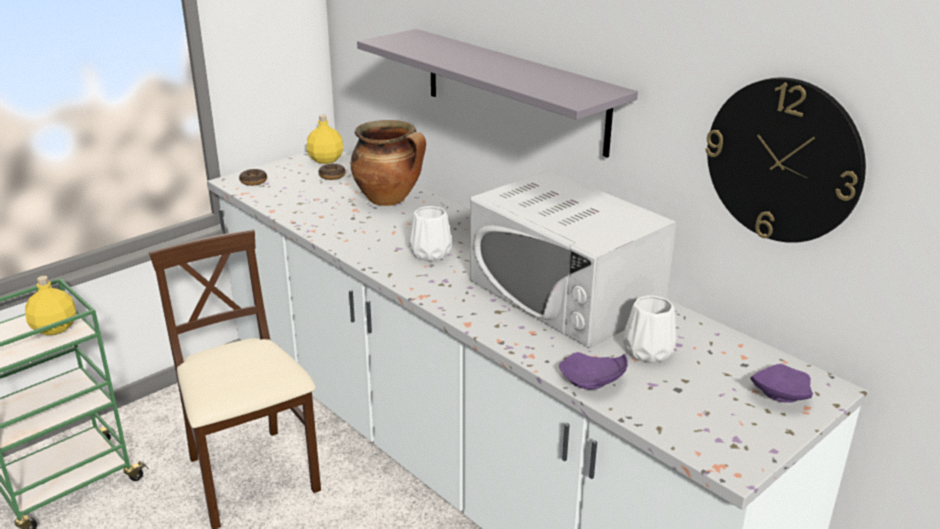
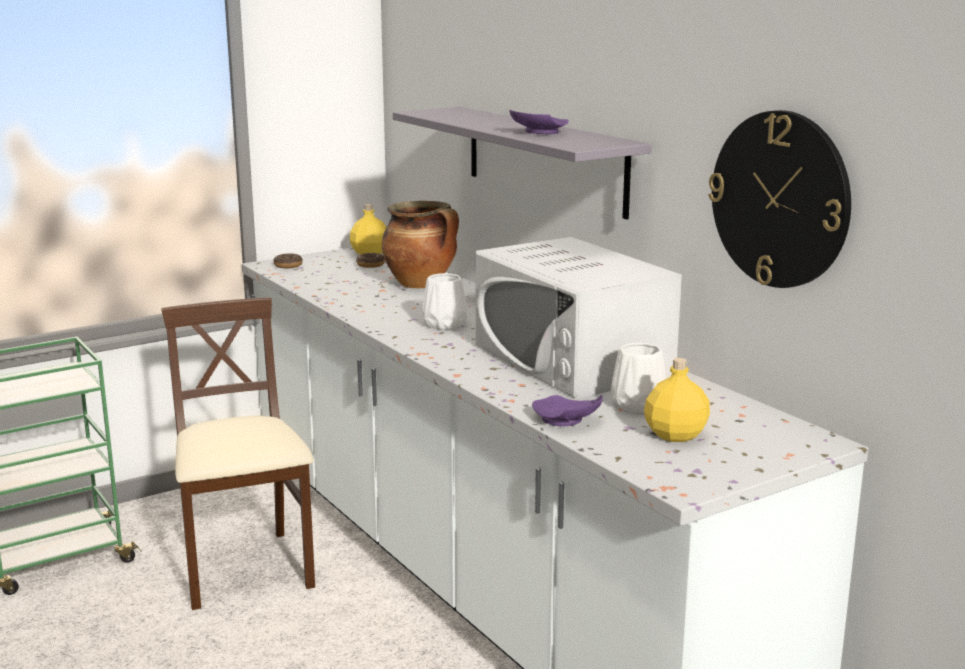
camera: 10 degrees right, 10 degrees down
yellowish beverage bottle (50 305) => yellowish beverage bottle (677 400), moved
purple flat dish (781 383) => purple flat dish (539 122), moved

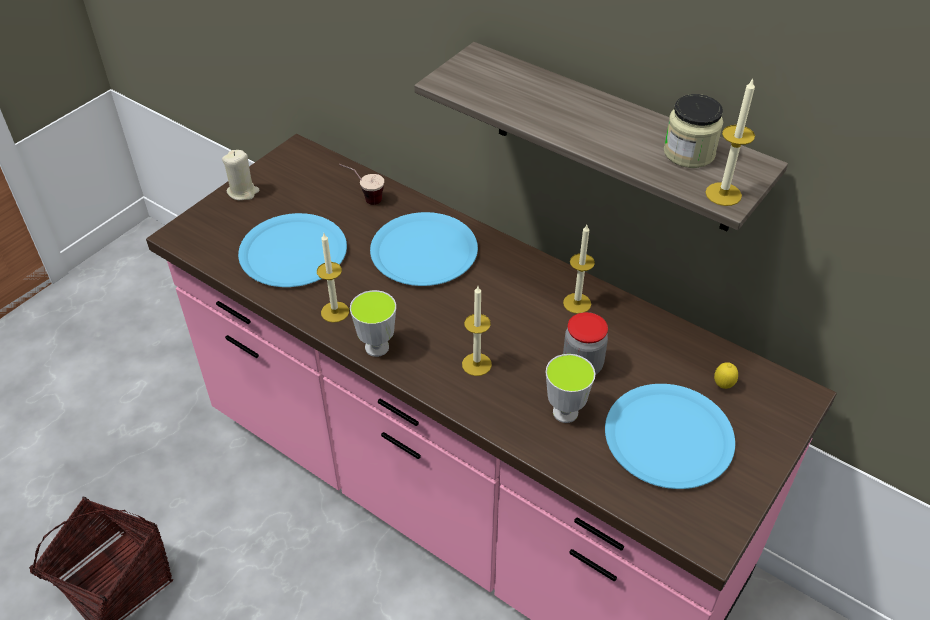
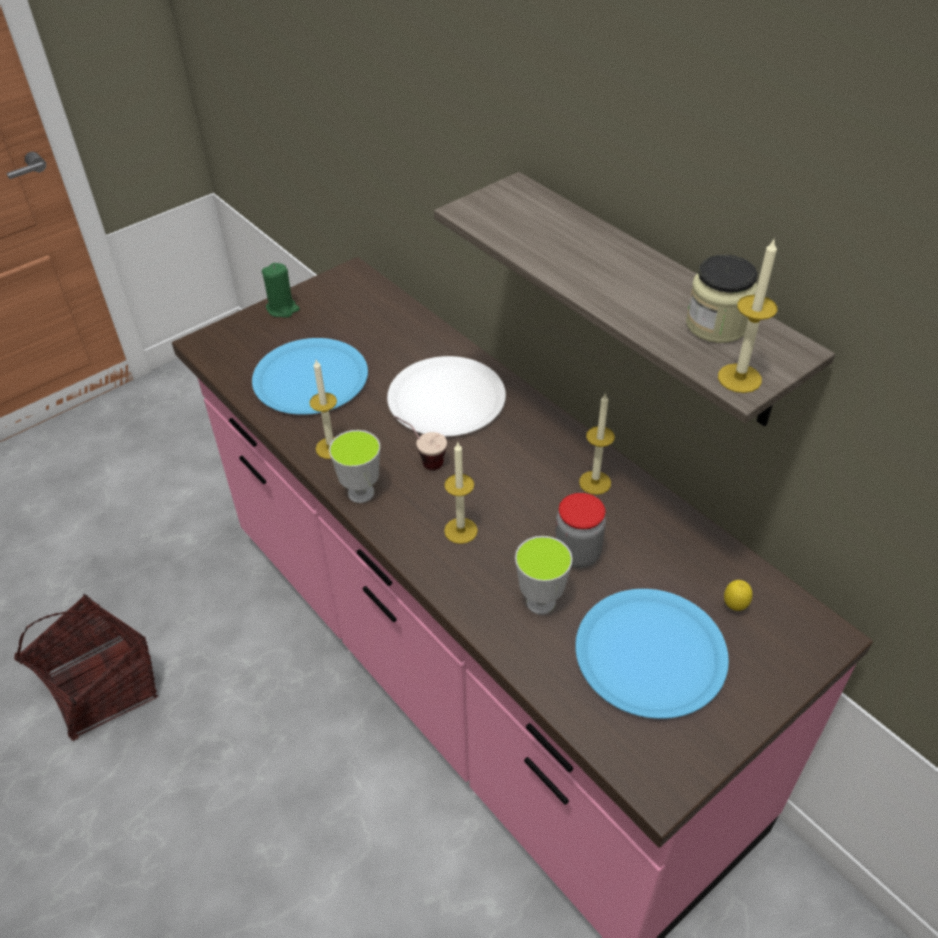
camera: 15 degrees right, 0 degrees up
beige-coloured wax light (240 175) => greenish wax light (281 290)
small cup (361 184) => small cup (420 443), moved
blue flat dish (424 249) => white-coloured flat dish (446 396)

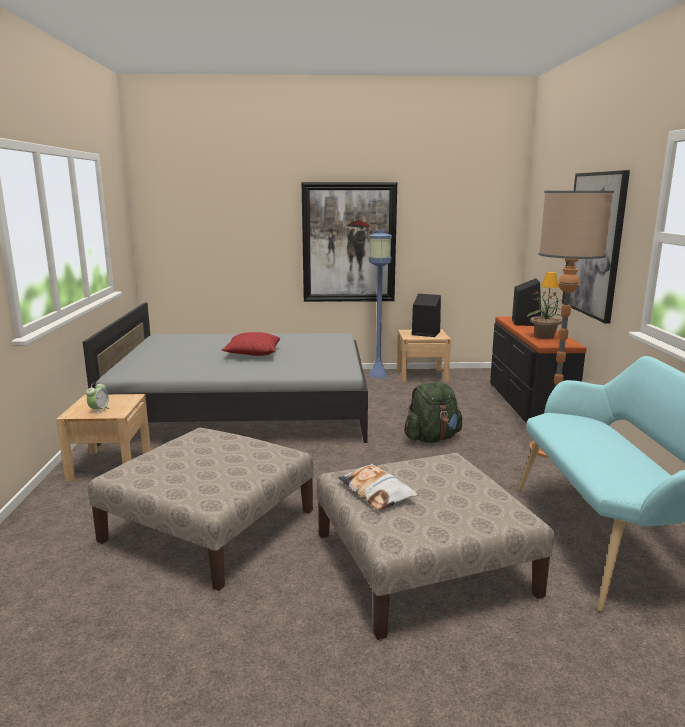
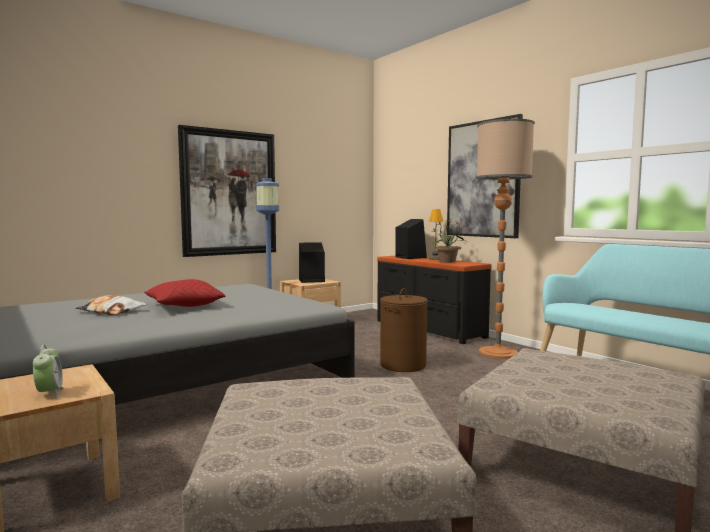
camera: 35 degrees left, 10 degrees down
throw pillow (378 486) => throw pillow (111 305), moved
greenish rucksack (433 412) => brown-coloured hamper (404 330)

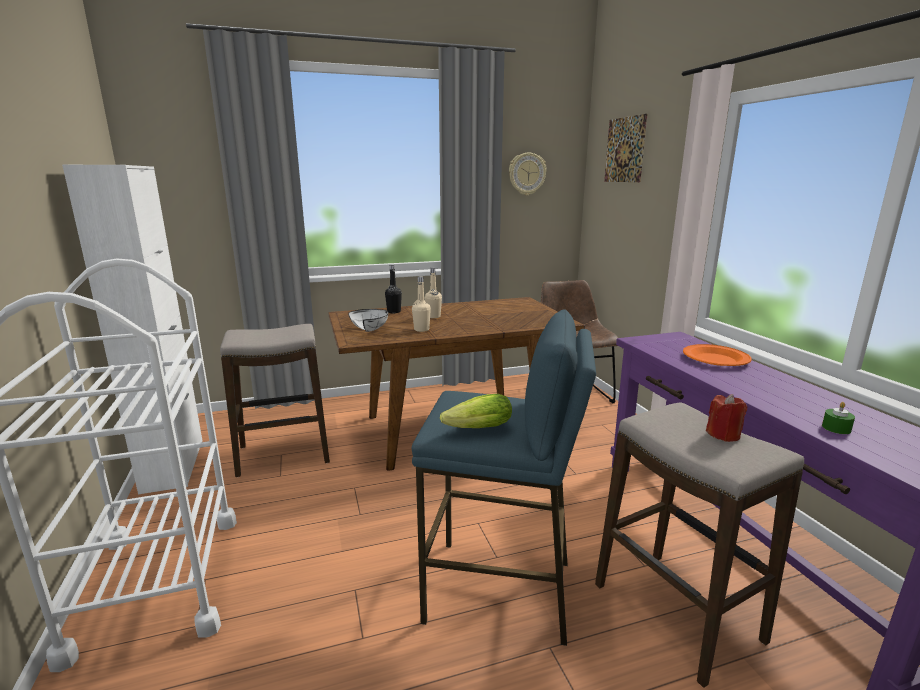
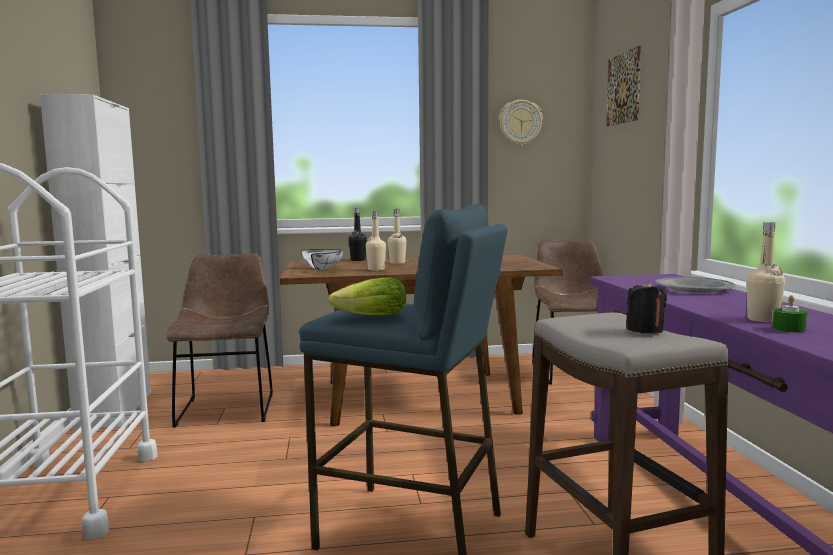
camera: 10 degrees right, 10 degrees down
sitting stool (275 400) => brown-coloured plain chair (219 340)
orangey flat dish (717 355) => gray flat dish (695 285)
red wax light (726 418) => blackish wax light (646 307)
nothing => beige-coloured beverage bottle (765 272)

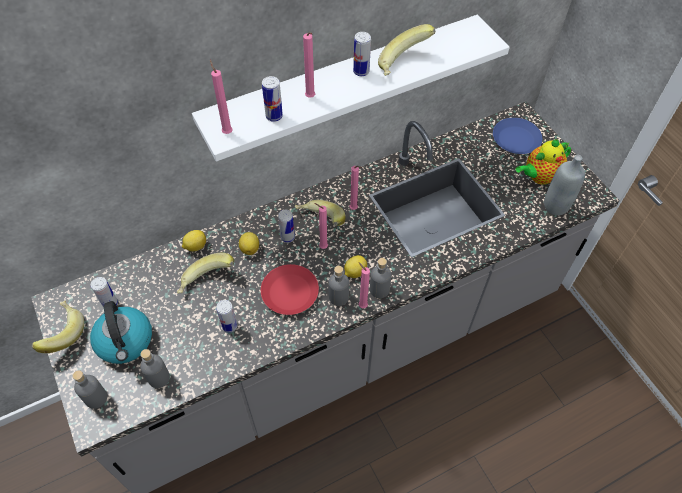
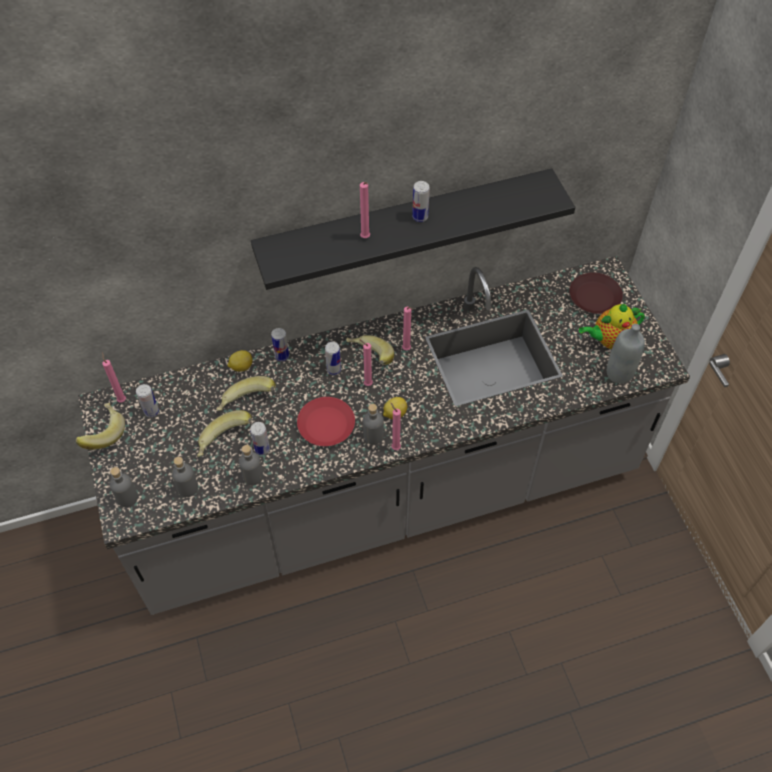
camera: 10 degrees right, 0 degrees up
kettle (121 332) => nothing
white-coloured bracket shelf (351 88) => blackish bracket shelf (413 229)
pink wax light (221 97) => pink wax light (114 377), moved
whole lemon (249 243) => nothing
can (272 99) => can (280 344), moved
gray beverage bottle (380 278) => gray beverage bottle (251 465), moved
banana (406 50) => banana (224 433), moved
blue flat dish (517 136) => brown-coloured flat dish (596 293)

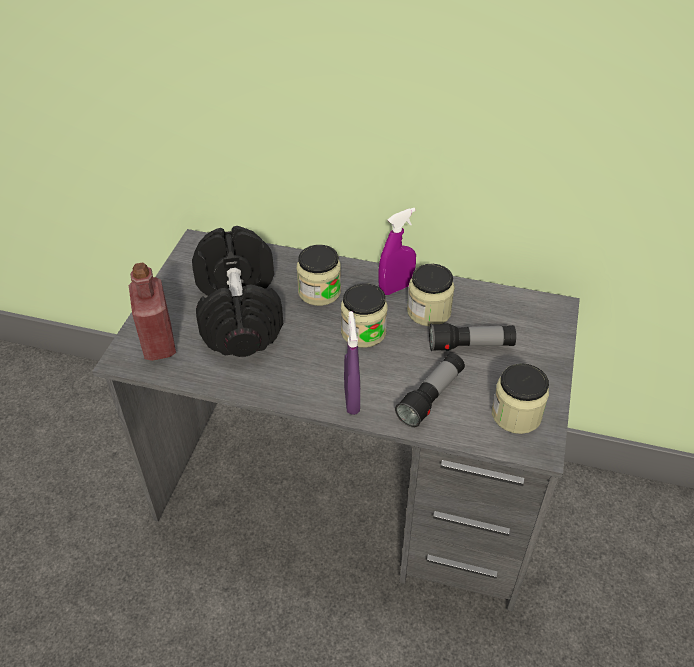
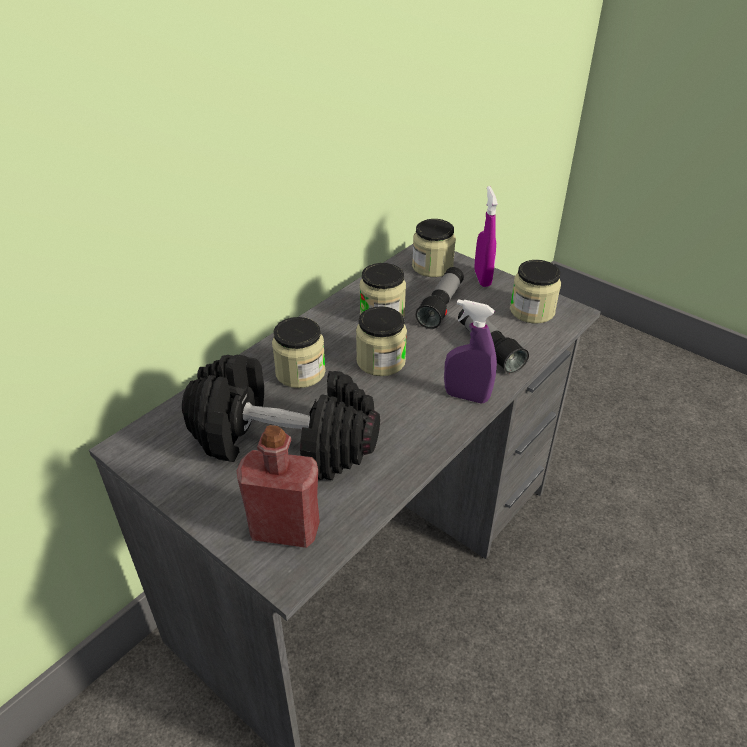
camera: 65 degrees left, 5 degrees down
purple spray bottle (397 251) => purple spray bottle (486 236), moved
nothing => preserve jar (434 248)

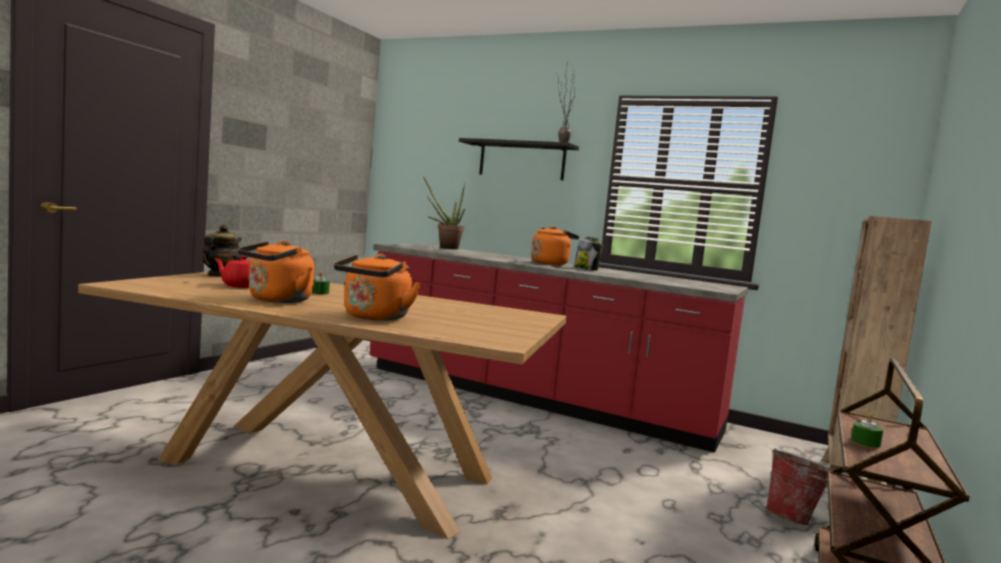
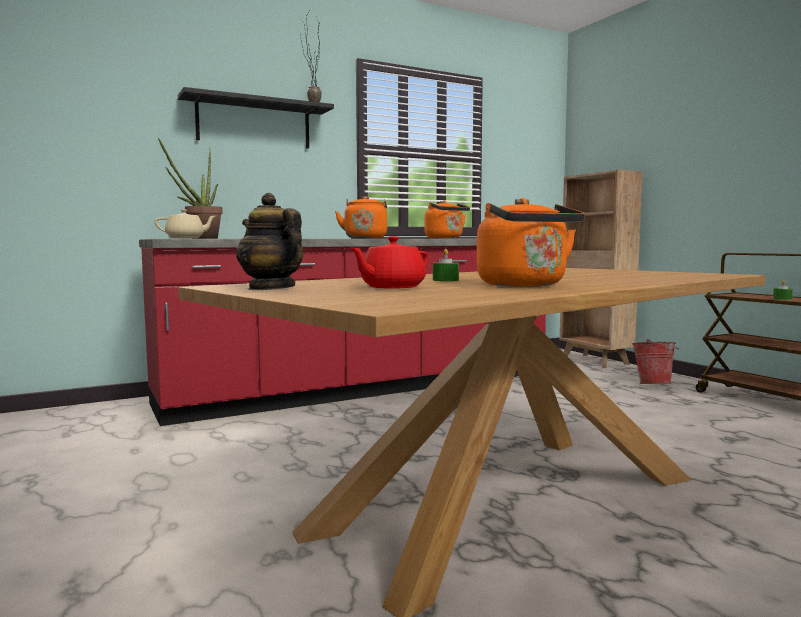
camera: 55 degrees left, 0 degrees up
orangey kettle (377 287) => orangey kettle (447 220), moved
preserve jar (588 253) => nothing
nothing => beige-coloured teapot (185 223)

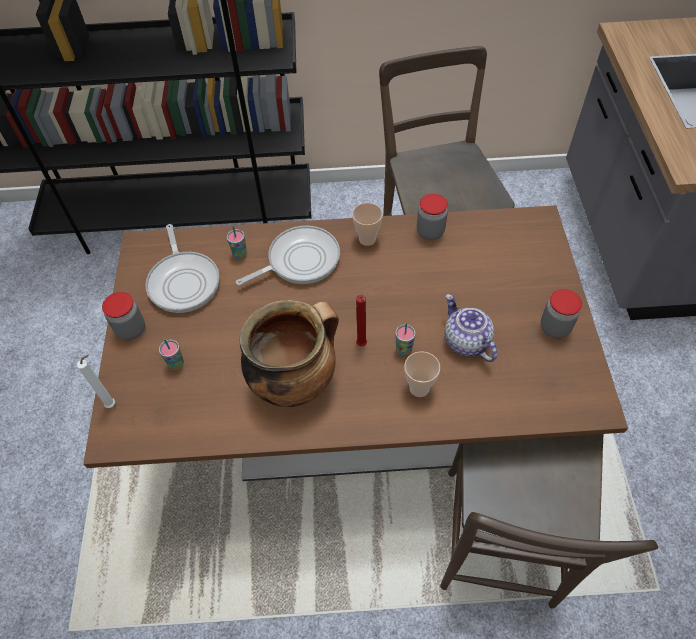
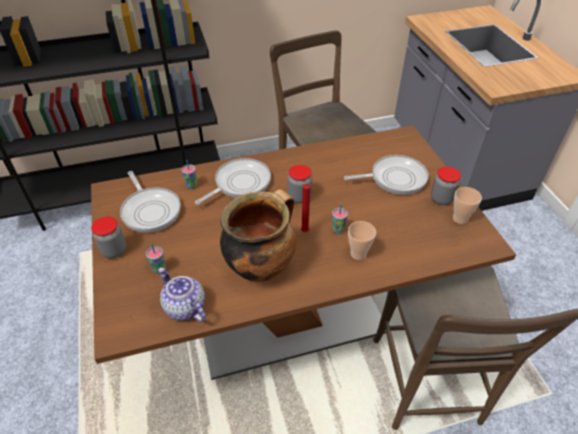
camera: 15 degrees left, 10 degrees down
white-coloured wax light (96 381) => nothing
small cup (367 224) => small cup (467 205), moved
preserve jar (432 217) => preserve jar (300 184), moved
teapot (471 328) => teapot (182 295), moved
nothing => skillet (386 175)

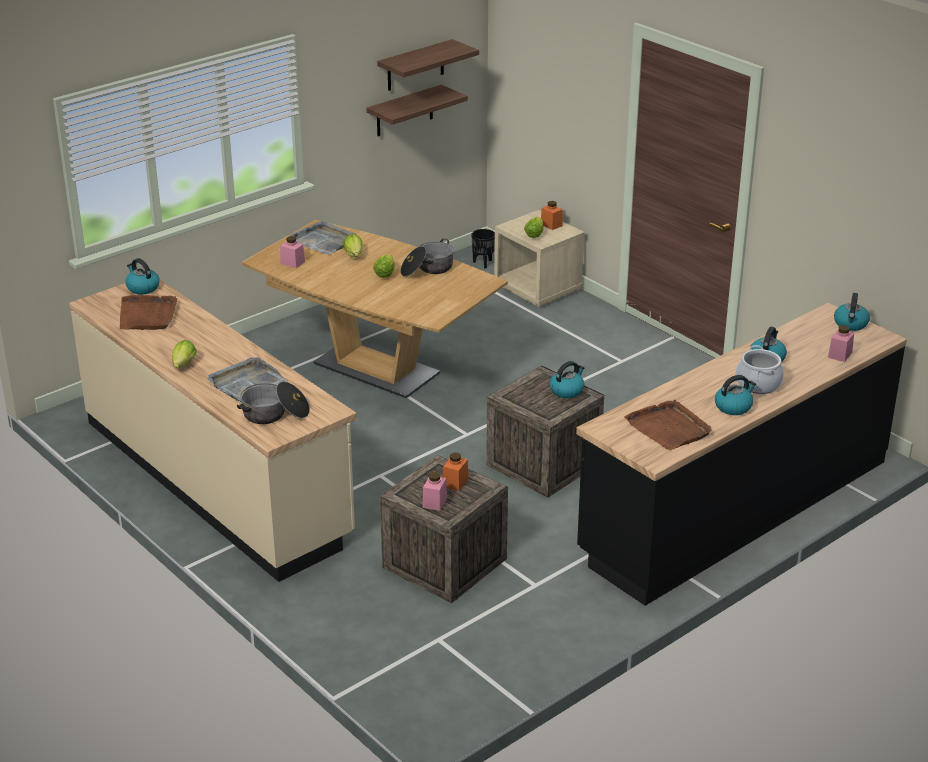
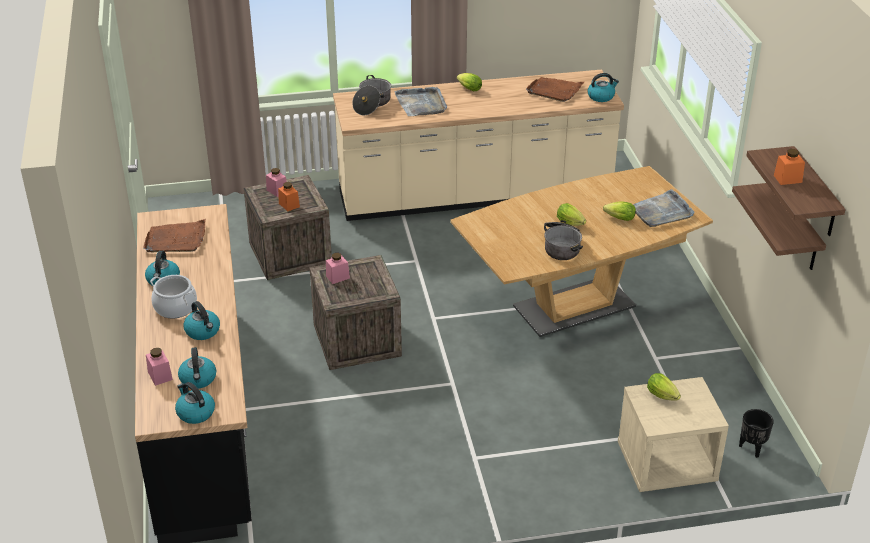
camera: 120 degrees right, 5 degrees up
pink preserve jar (292 252) => pink preserve jar (338 268), moved
orangey preserve jar (552 215) => orangey preserve jar (789 167), moved
kettle (567 379) => kettle (197 368), moved

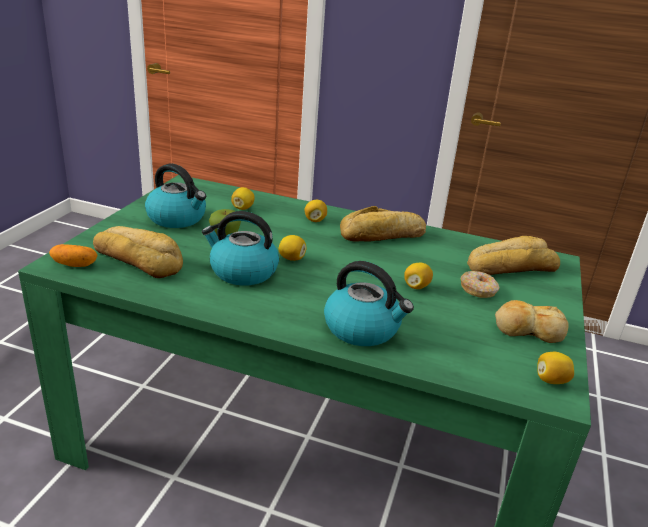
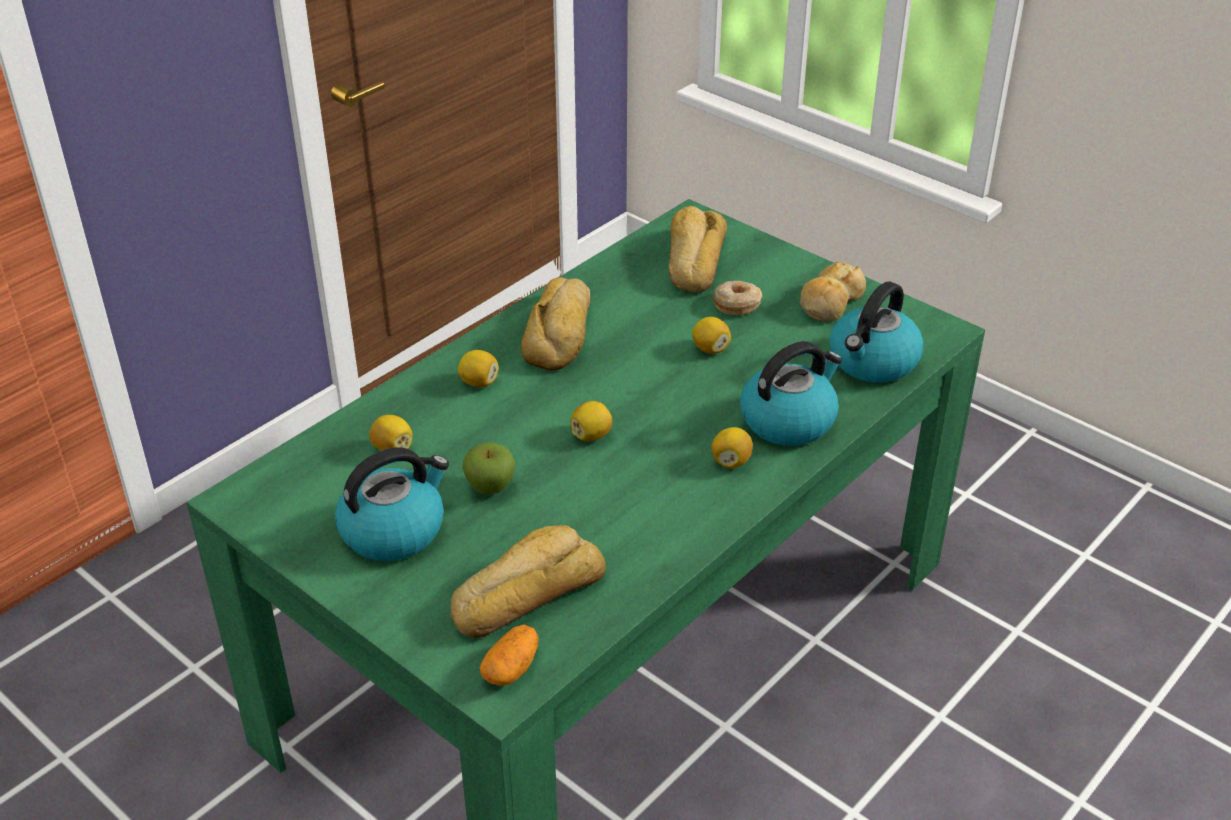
camera: 65 degrees left, 10 degrees up
kettle (240 248) => kettle (876 332), moved
whole lemon (555 368) => whole lemon (732 448), moved

